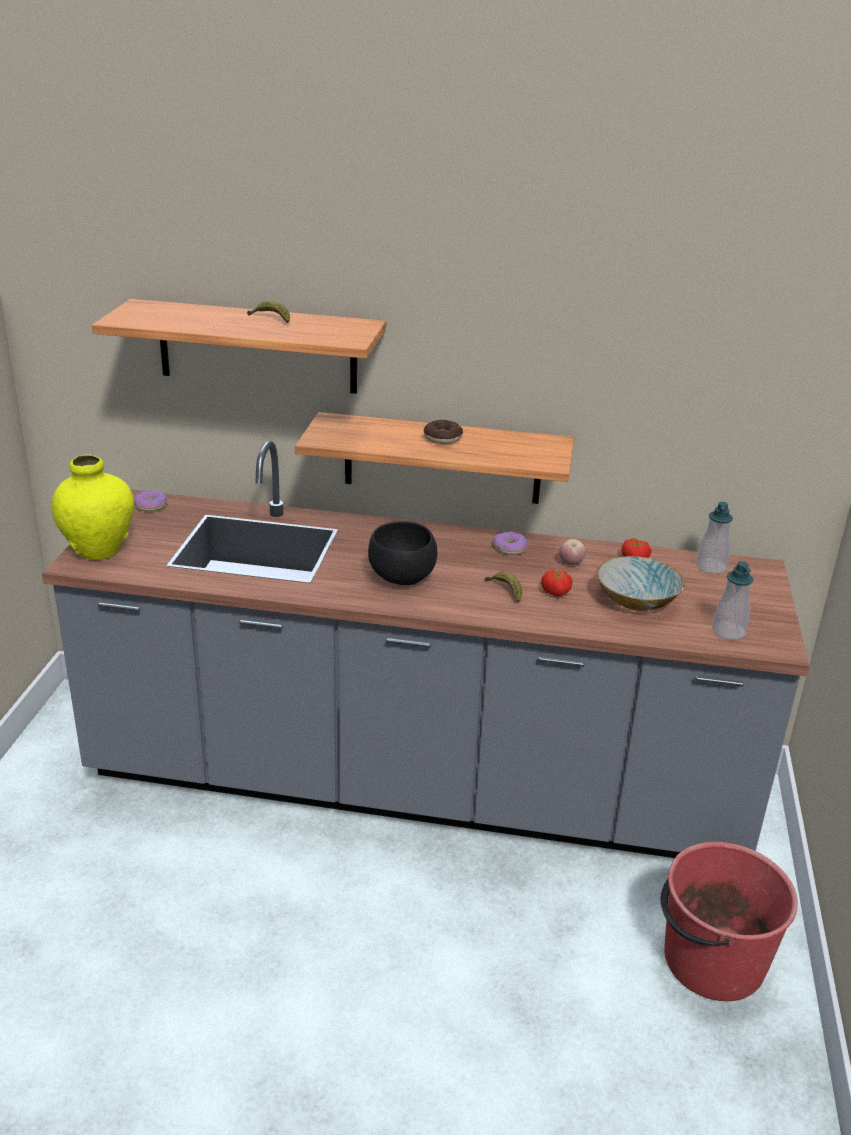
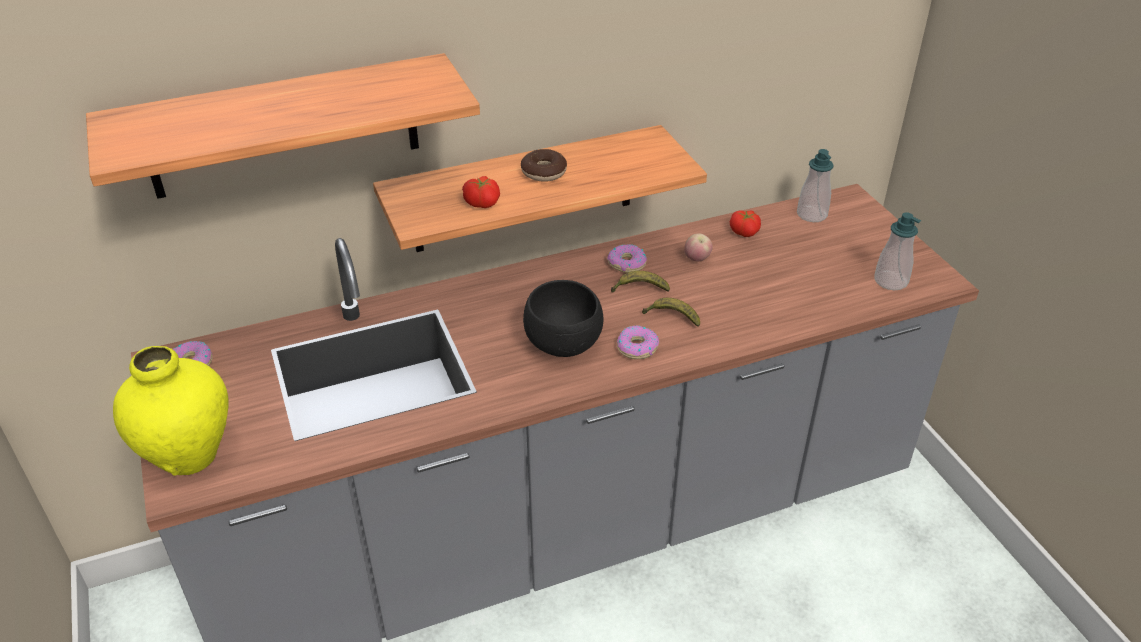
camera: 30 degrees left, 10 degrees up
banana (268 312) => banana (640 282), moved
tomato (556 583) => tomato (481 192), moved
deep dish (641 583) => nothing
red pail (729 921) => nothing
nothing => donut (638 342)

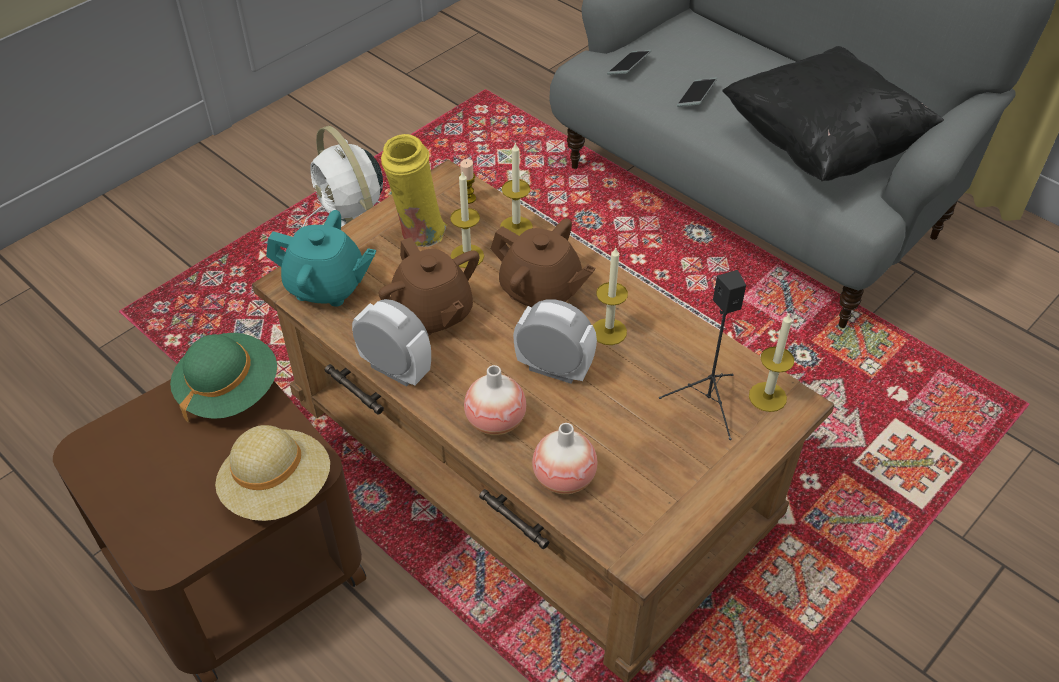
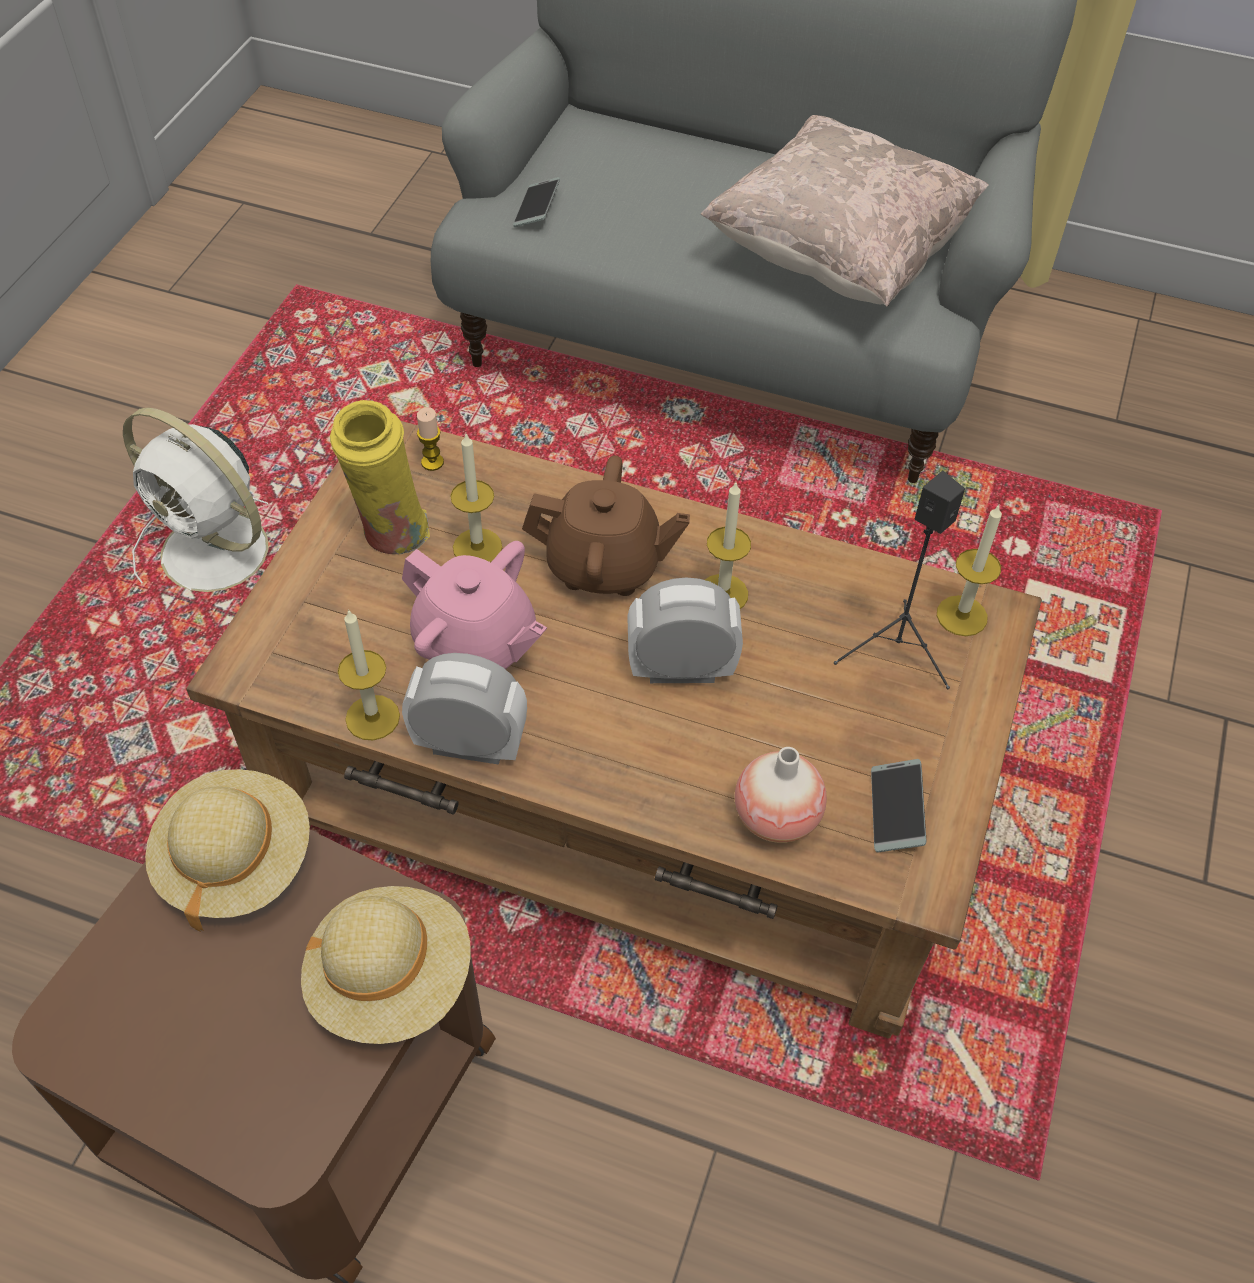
camera: 25 degrees left, 5 degrees up
greenish wearable hat (223 378) => beige-coloured wearable hat (227 850)
turquoise-coloured teapot (321 258) => nothing
brown-coloured teapot (428 286) => pink teapot (474 605)
vase (495 400) => nothing
wax light (516 189) => wax light (369 674), moved
phone (697 92) => phone (898 805), moved
blackish throw pillow (833 113) => beige-coloured throw pillow (845 210)

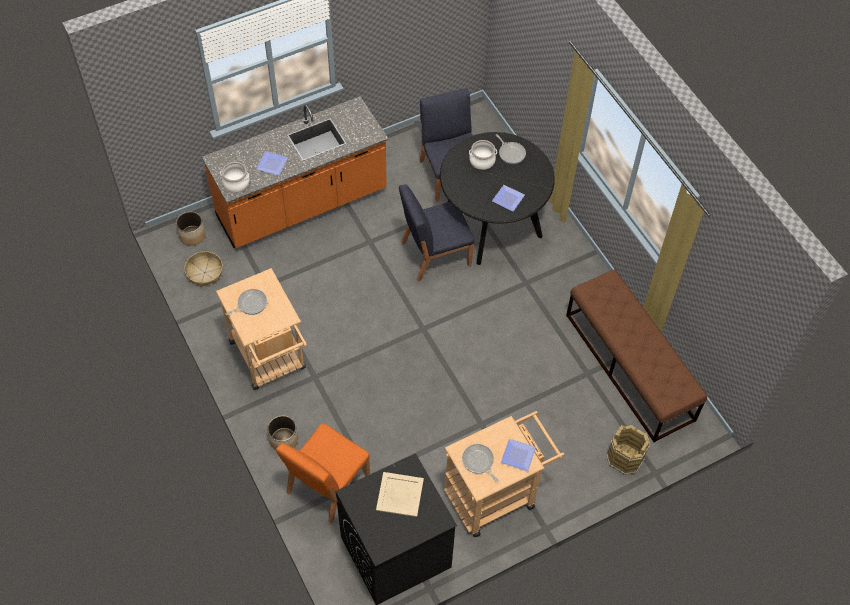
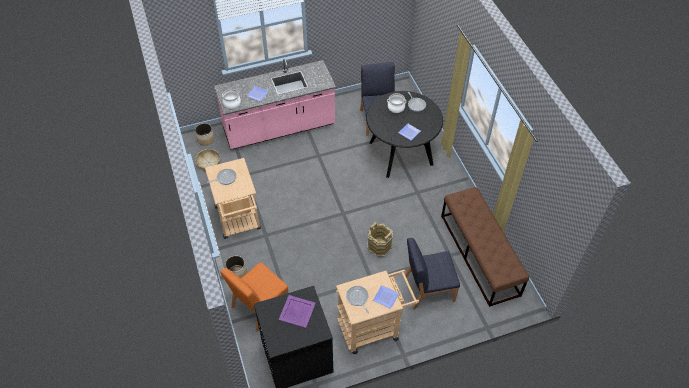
camera: 10 degrees right, 5 degrees down
orangey counter (295 172) => pink counter (275 104)
beige-coloured carrying tray (400 494) => purple carrying tray (297 311)
blue plain chair (436 232) => blue plain chair (432 273), moved
brown-coloured pail (628 450) => brown-coloured pail (380 239), moved

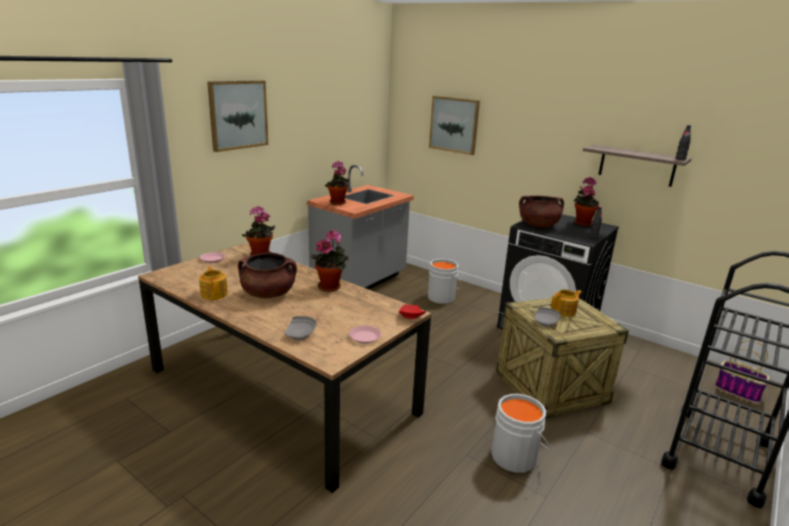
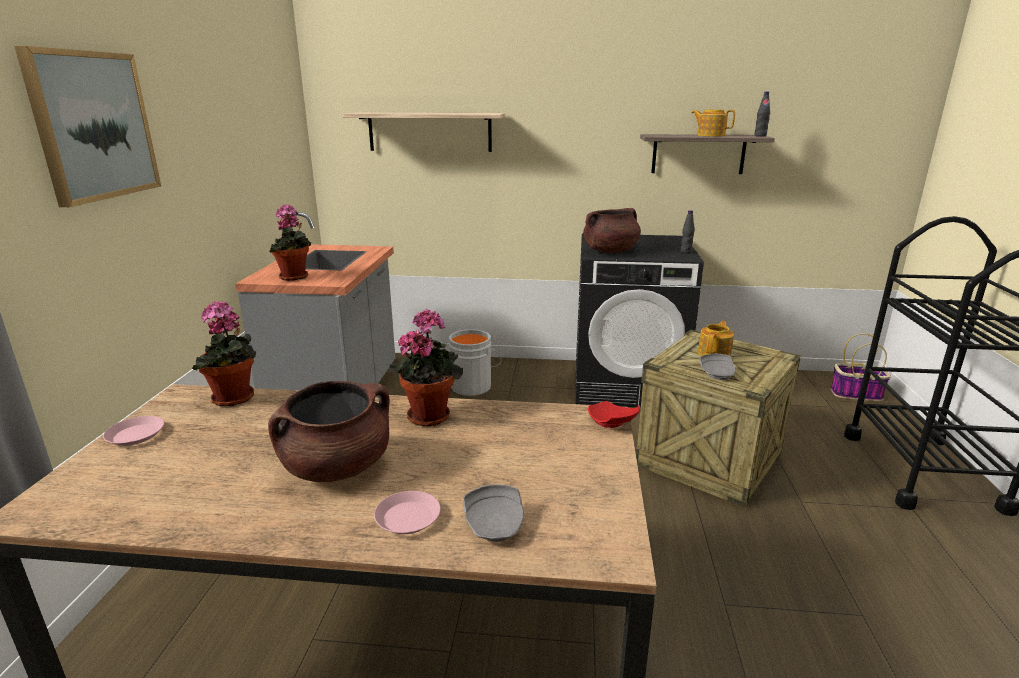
camera: 30 degrees left, 0 degrees up
teapot (213 283) => teapot (713 123), moved
pink flat dish (365 334) => pink flat dish (407 512), moved
wall picture (454 125) => bracket shelf (423 132)
gray pail (521 433) => nothing
potted plant (586 201) => nothing

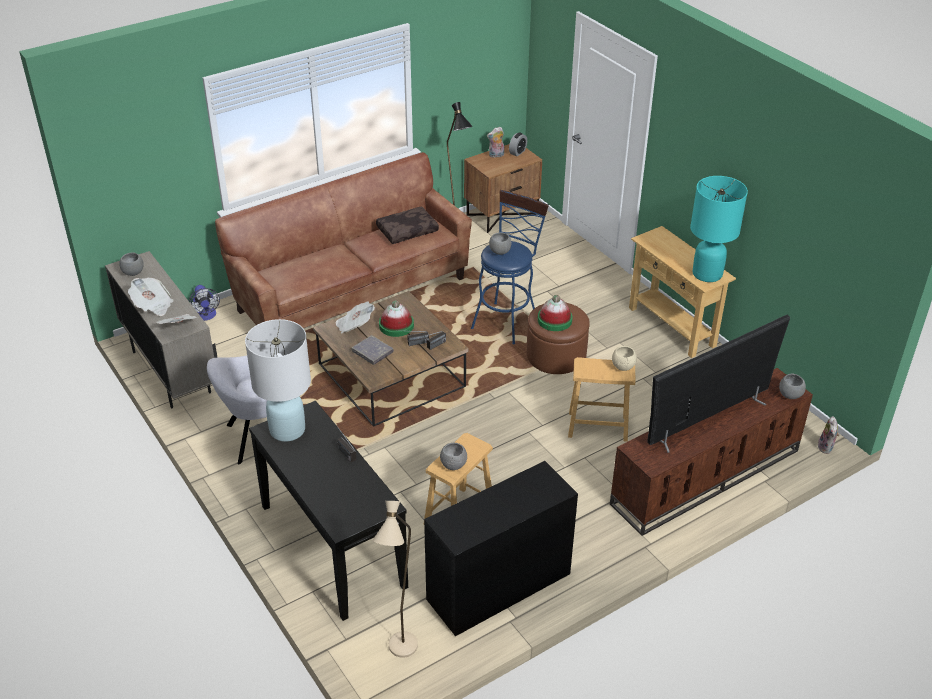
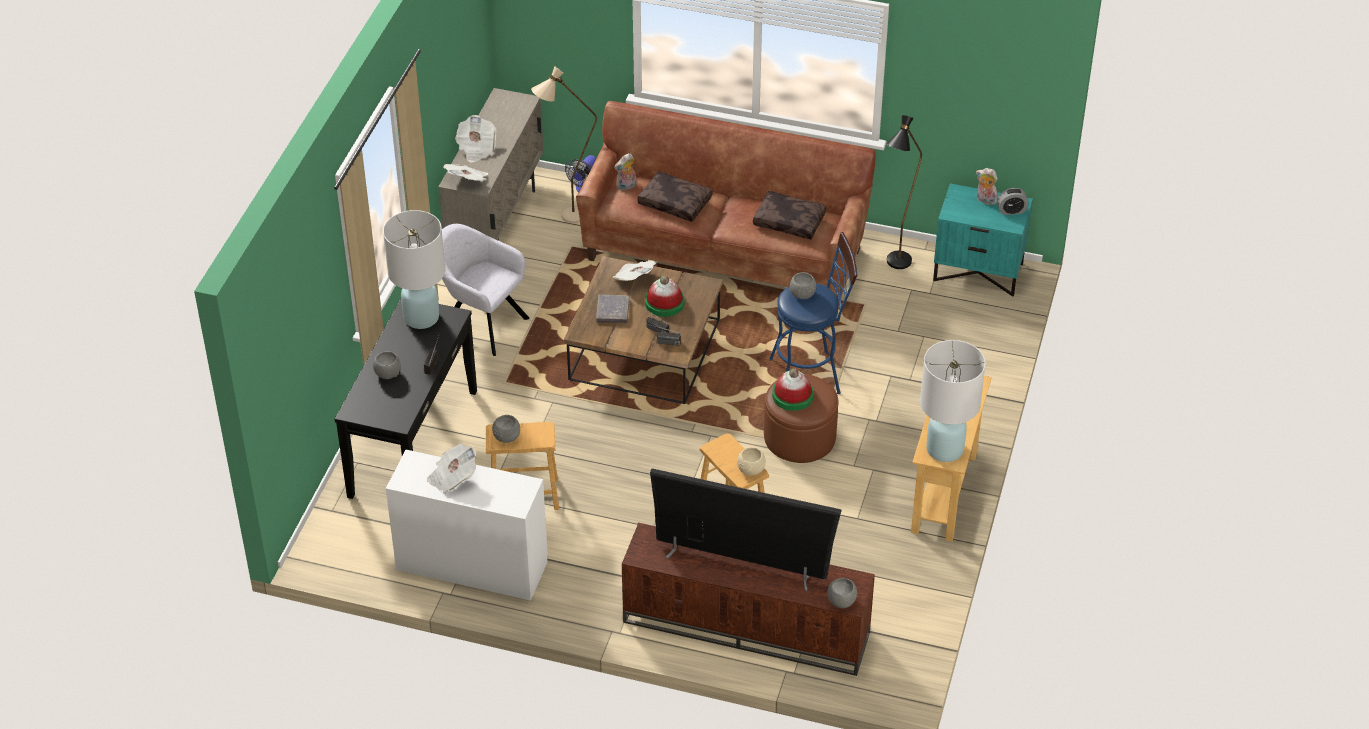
camera: 50 degrees right, 5 degrees up
gray deep dish (131 264) => gray deep dish (387 365), moved
beige-coloured floor lamp (395 579) => beige-coloured floor lamp (564 144), moved
blackish desk (501 548) => white-coloured desk (467 525)
brown-coloured nightstand (503 188) => turquoise-coloured nightstand (983 240)
turquoise-coloured table lamp (719 229) => white-coloured table lamp (953 401)
soft toy (828 435) => soft toy (625 171), moved
nothing => daily paper (452 469)
nothing => brown-coloured throw pillow (675 196)

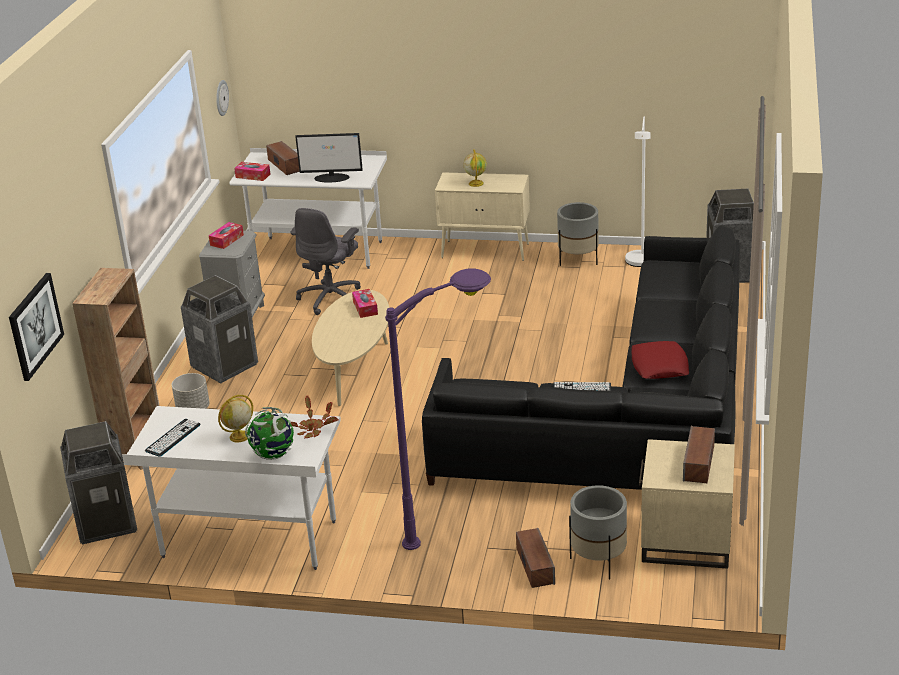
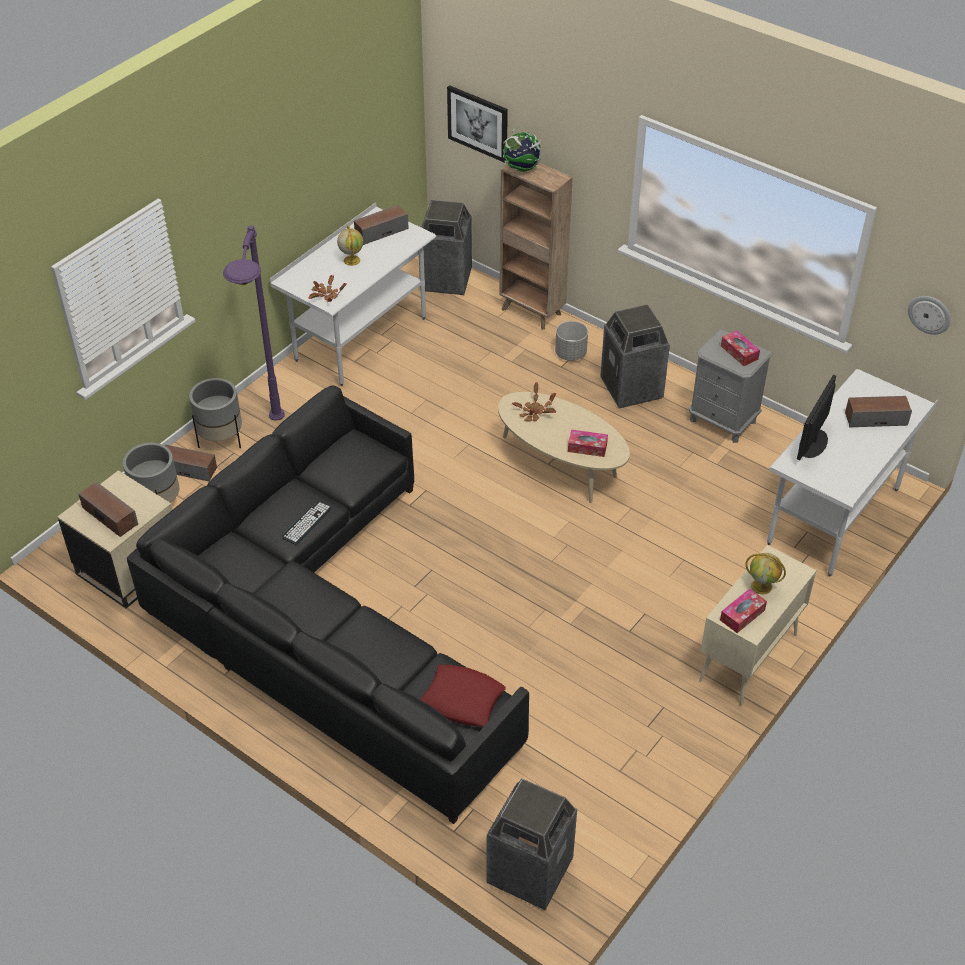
camera: 115 degrees right, 15 degrees up
computer keyboard (172 438) => loudspeaker (381 225)
box of tissues (252 171) => box of tissues (743 611), moved
desk globe (269 433) => desk globe (523 149), moved
gray office chair (325 261) => nothing
gray flower pot (578 234) => gray flower pot (215 413), moved
white-coloured floor lamp (638 192) => nothing
red throw pillow (660 360) => red throw pillow (463 695), moved
nothing => potted plant (534 401)

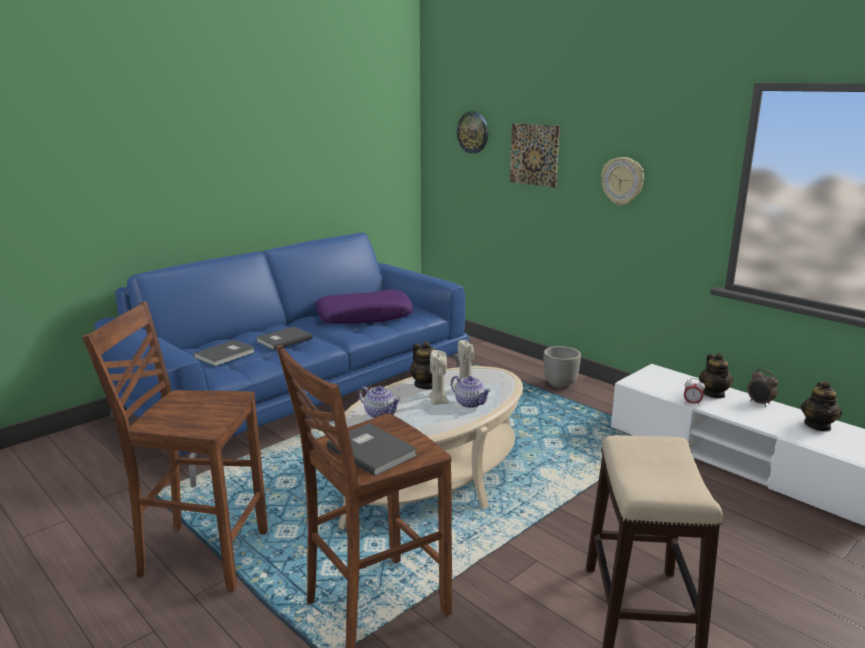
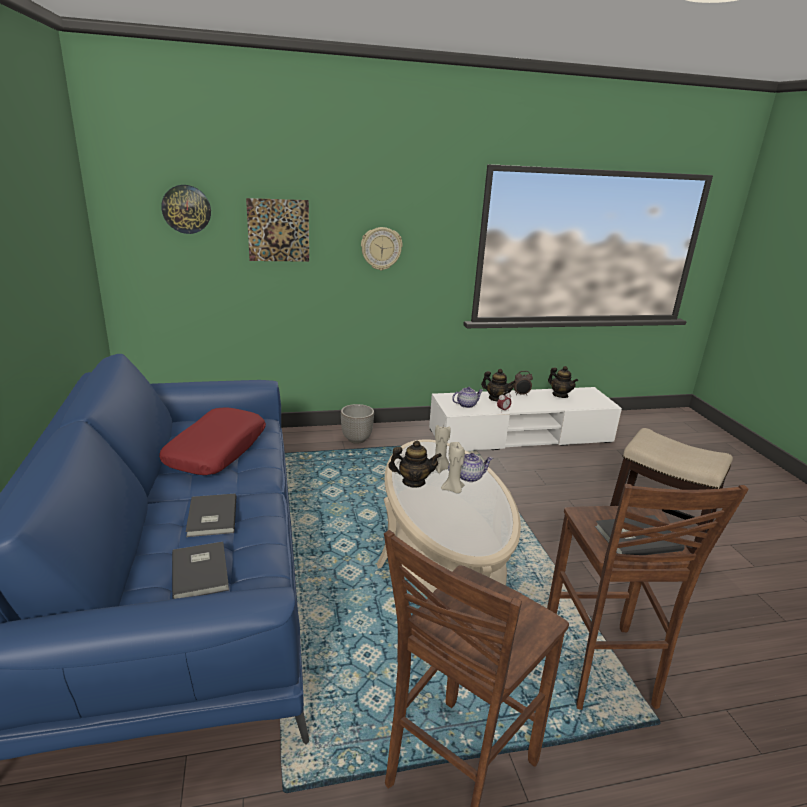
camera: 60 degrees left, 5 degrees up
purple throw pillow (364 306) => red throw pillow (212 441)
teapot (380 402) => teapot (467 397), moved

